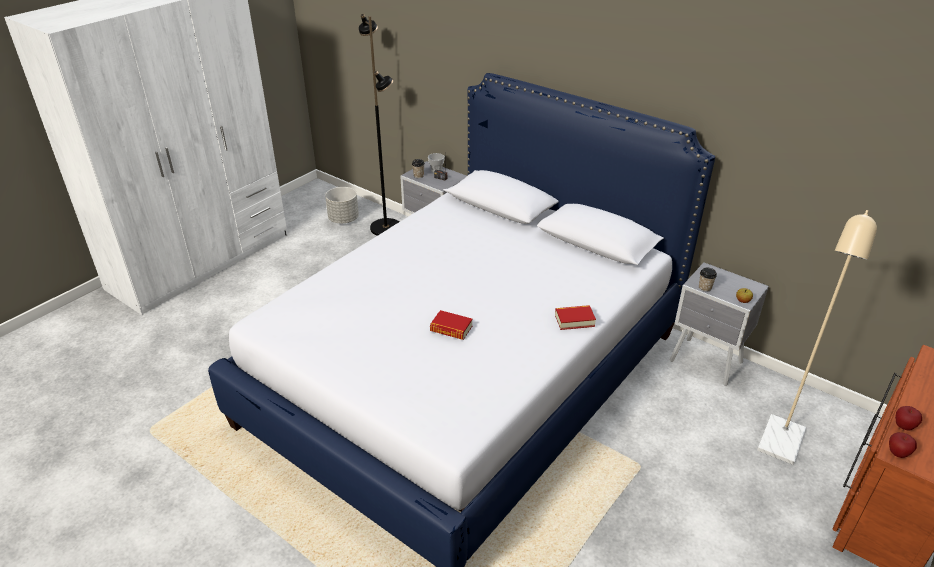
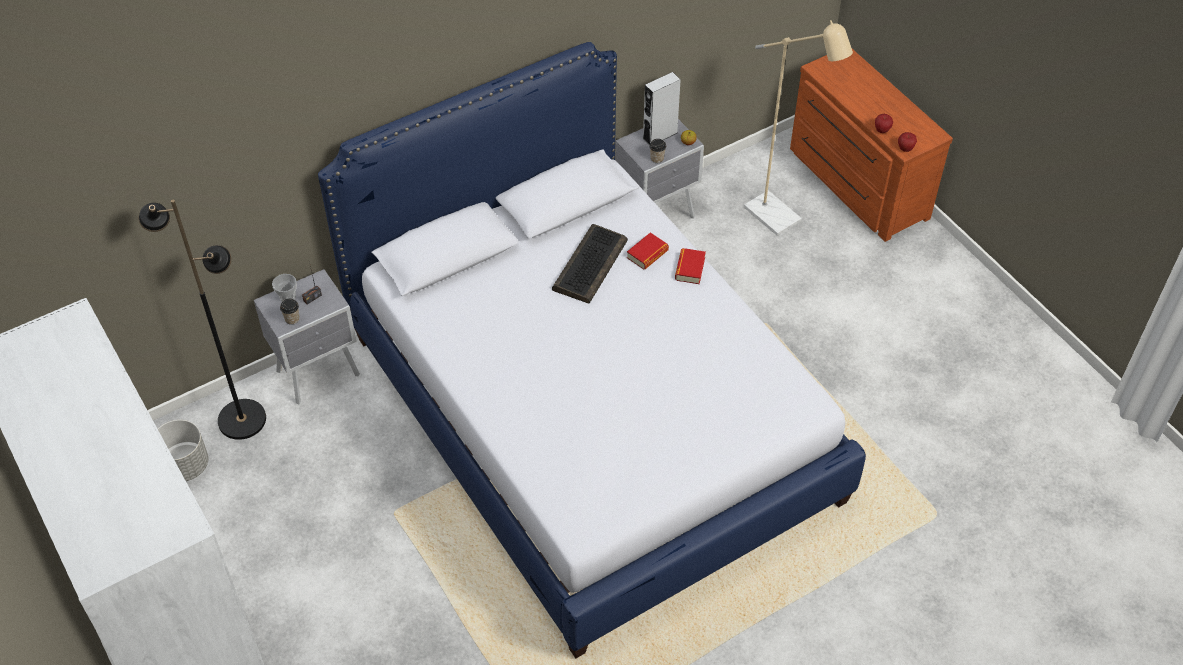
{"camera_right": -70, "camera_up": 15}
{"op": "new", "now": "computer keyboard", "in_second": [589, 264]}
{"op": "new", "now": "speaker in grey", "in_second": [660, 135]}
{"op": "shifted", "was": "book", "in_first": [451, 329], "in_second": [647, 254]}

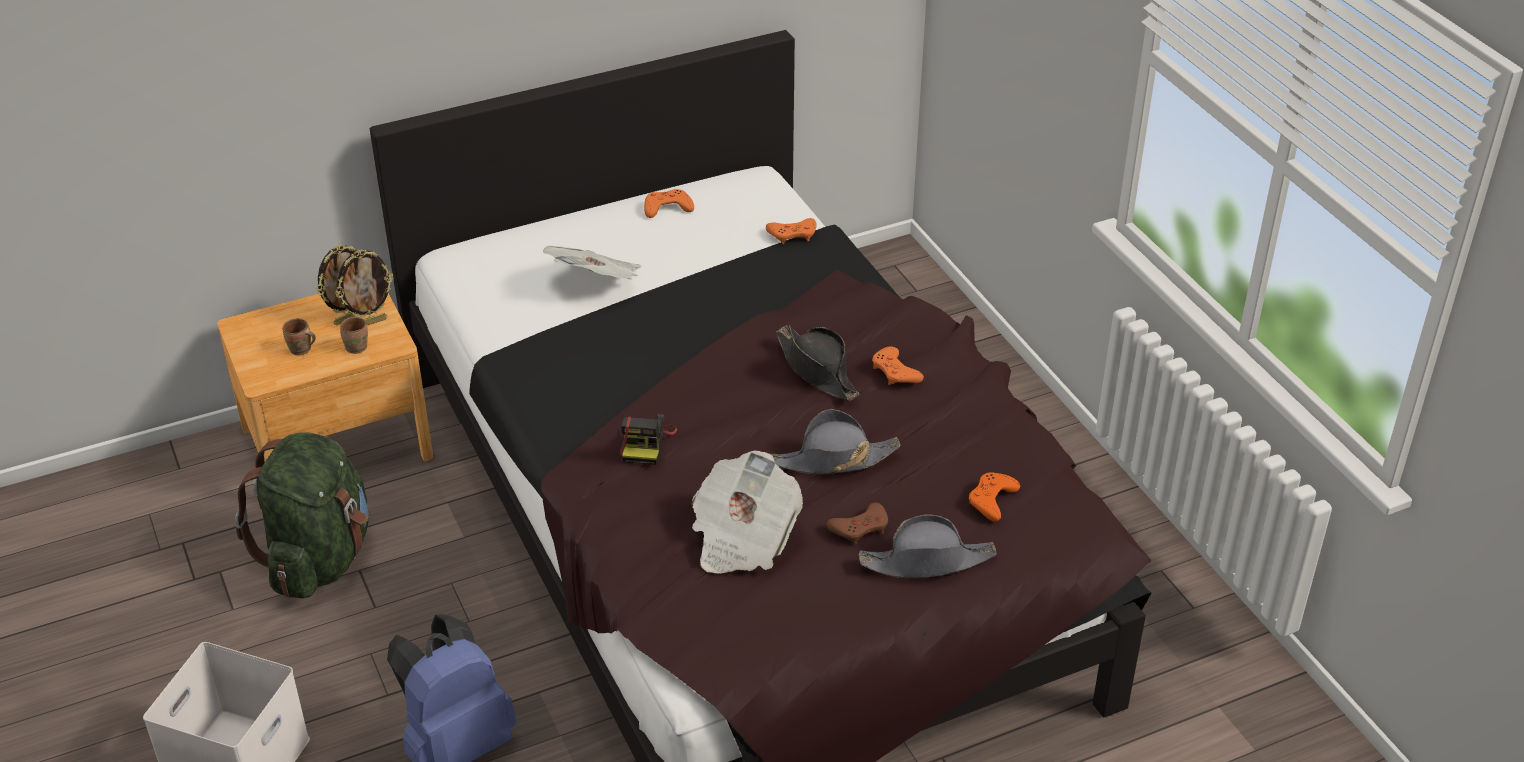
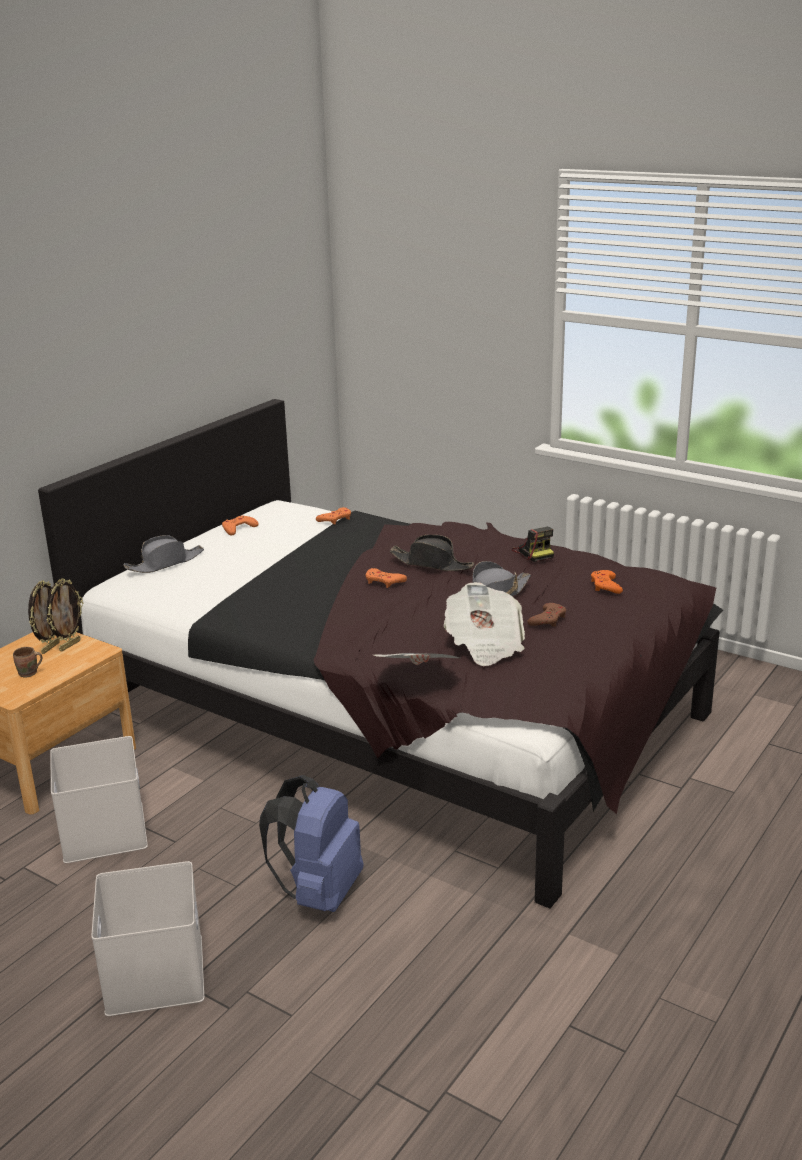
{"camera_right": -30, "camera_up": -15}
{"op": "gone", "was": "coffee mug in brown-coloured", "in_first": [357, 346]}
{"op": "shifted", "was": "newspaper", "in_first": [597, 283], "in_second": [418, 677]}
{"op": "shifted", "was": "photo camera", "in_first": [646, 443], "in_second": [533, 553]}
{"op": "shifted", "was": "hat in grey", "in_first": [927, 561], "in_second": [165, 563]}
{"op": "shifted", "was": "joypad in orange", "in_first": [895, 372], "in_second": [384, 581]}
{"op": "swapped", "was": "rucksack in greenish", "now": "storage box in white", "in_first": [319, 558], "in_second": [102, 830]}

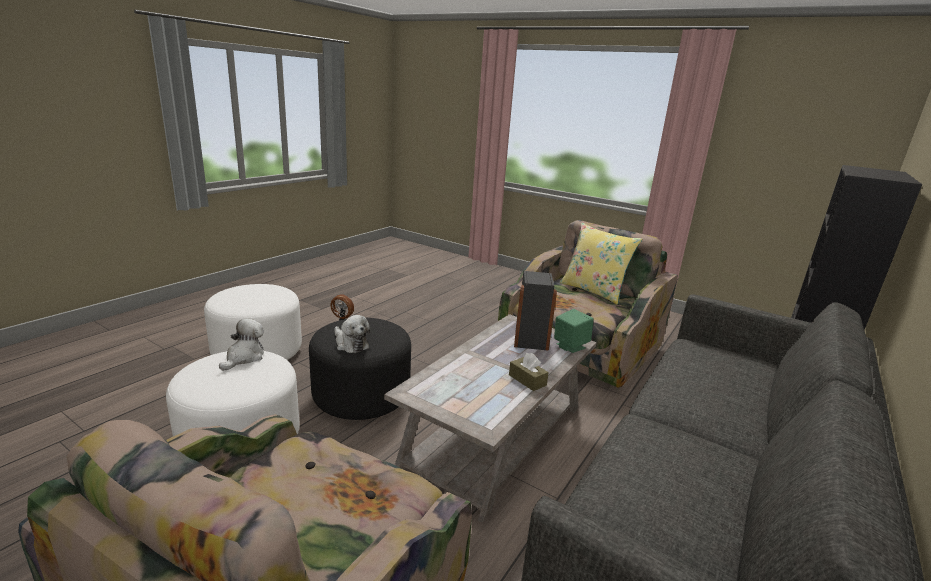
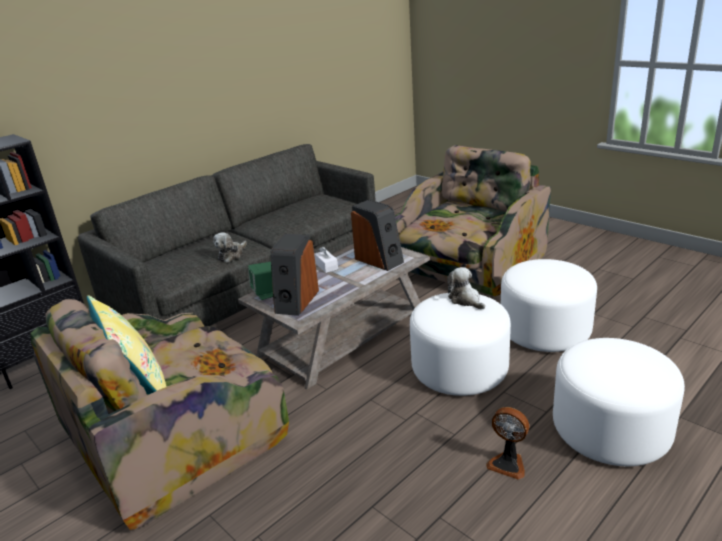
{"camera_right": -165, "camera_up": 5}
{"op": "new", "now": "speaker", "in_second": [379, 260]}
{"op": "shifted", "was": "plush toy", "in_first": [244, 357], "in_second": [231, 255]}
{"op": "repainted", "was": "ottoman in black", "now": "ottoman in white", "in_first": [361, 395], "in_second": [459, 369]}
{"op": "repainted", "was": "tissue holder in brown-coloured", "now": "tissue holder in white", "in_first": [527, 380], "in_second": [326, 266]}

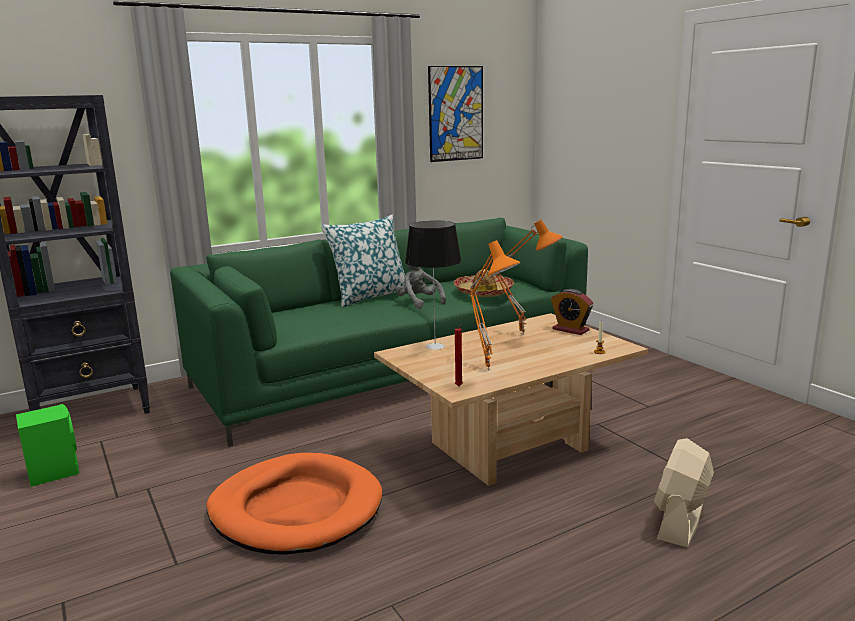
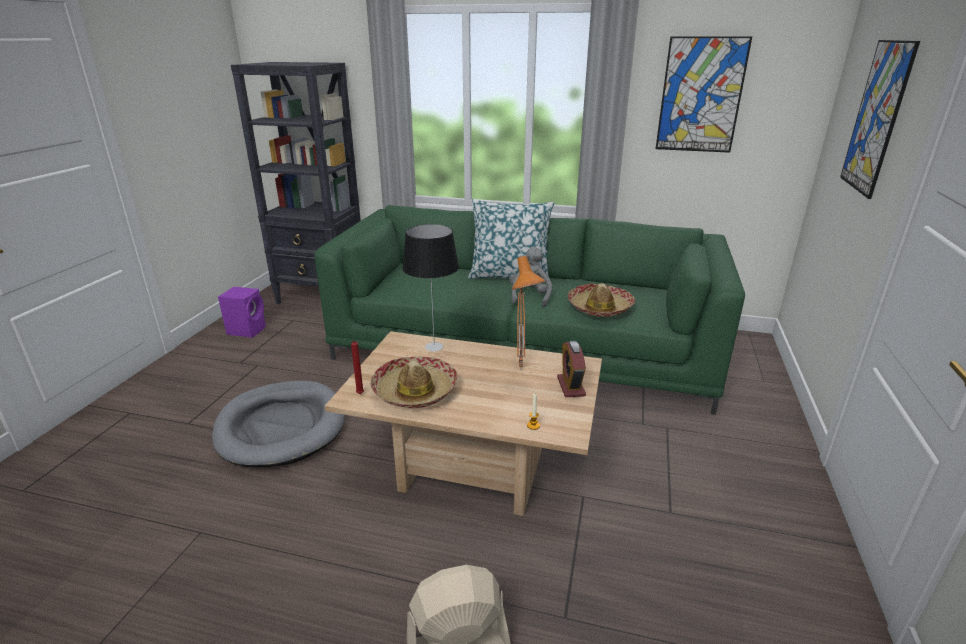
{"camera_right": 45, "camera_up": 10}
{"op": "new", "now": "wall picture", "in_second": [876, 118]}
{"op": "swapped", "was": "tabletop lamp in orange", "now": "hat", "in_first": [490, 369], "in_second": [415, 390]}
{"op": "repainted", "was": "speaker in greenish", "now": "speaker in purple-coloured", "in_first": [53, 471], "in_second": [247, 330]}
{"op": "repainted", "was": "dog bed in orange", "now": "dog bed in grey", "in_first": [296, 509], "in_second": [281, 427]}

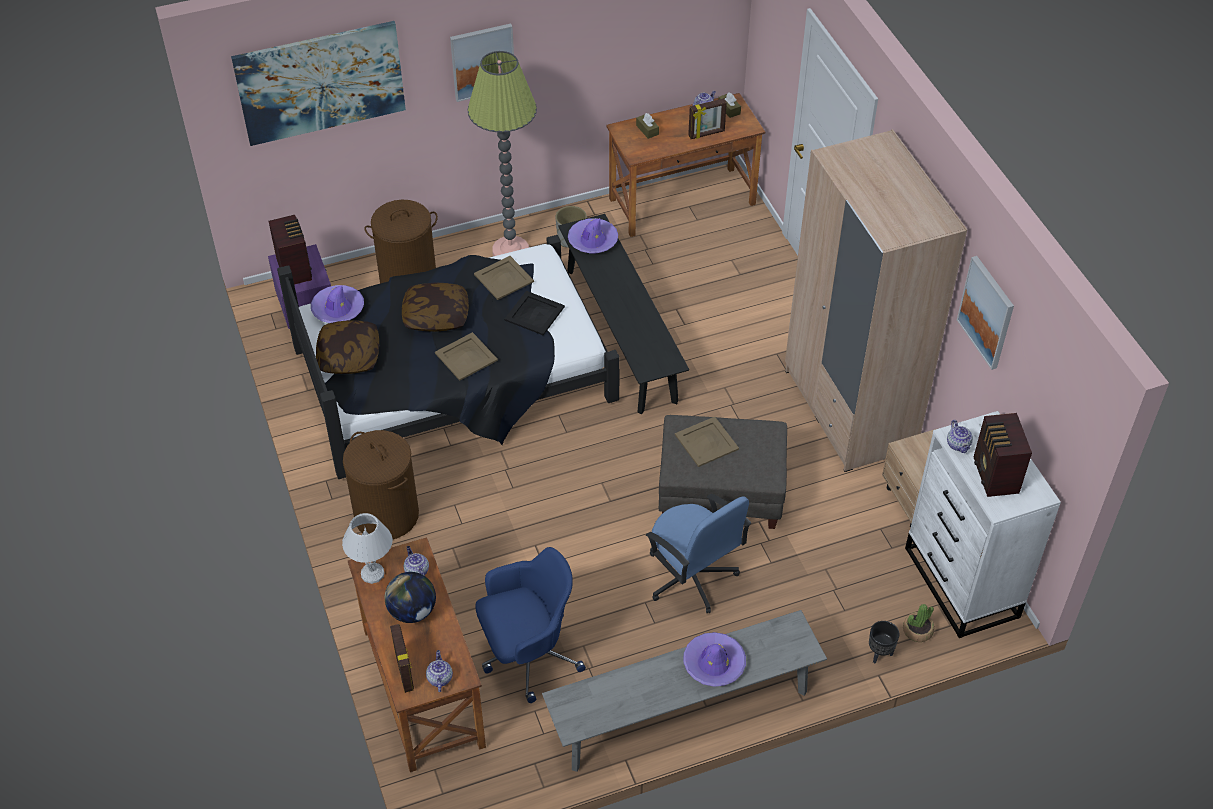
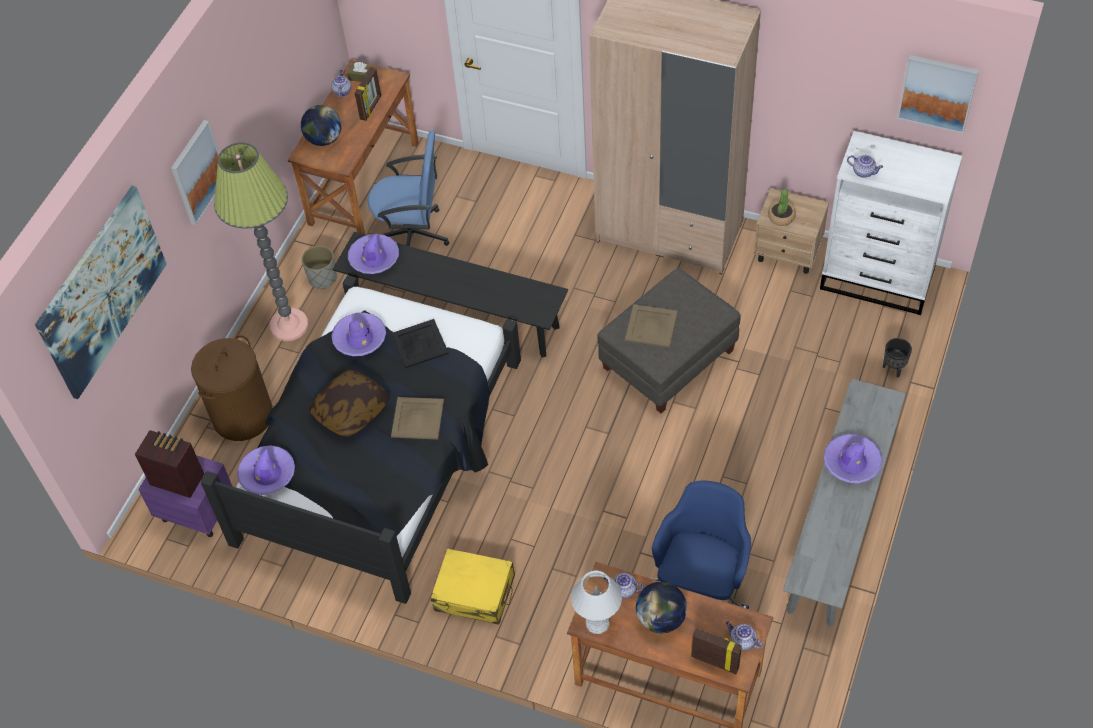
{"camera_right": -45, "camera_up": 5}
{"op": "gone", "was": "cushion", "in_first": [349, 356]}
{"op": "gone", "was": "radio receiver", "in_first": [995, 476]}
{"op": "shifted", "was": "computer chair in blue-coloured", "in_first": [691, 577], "in_second": [412, 235]}
{"op": "shifted", "was": "plant in a pot", "in_first": [917, 630], "in_second": [781, 217]}
{"op": "shifted", "was": "wall picture", "in_first": [987, 312], "in_second": [937, 92]}
{"op": "swapped", "was": "laundry basket in brown-coloured", "now": "piece of luggage in yellow-coloured", "in_first": [387, 515], "in_second": [474, 593]}
{"op": "swapped", "was": "serving tray in beige", "now": "hat in purple-coloured", "in_first": [504, 278], "in_second": [359, 338]}
{"op": "swapped", "was": "tissue holder in brown-coloured", "now": "globe", "in_first": [647, 130], "in_second": [324, 139]}

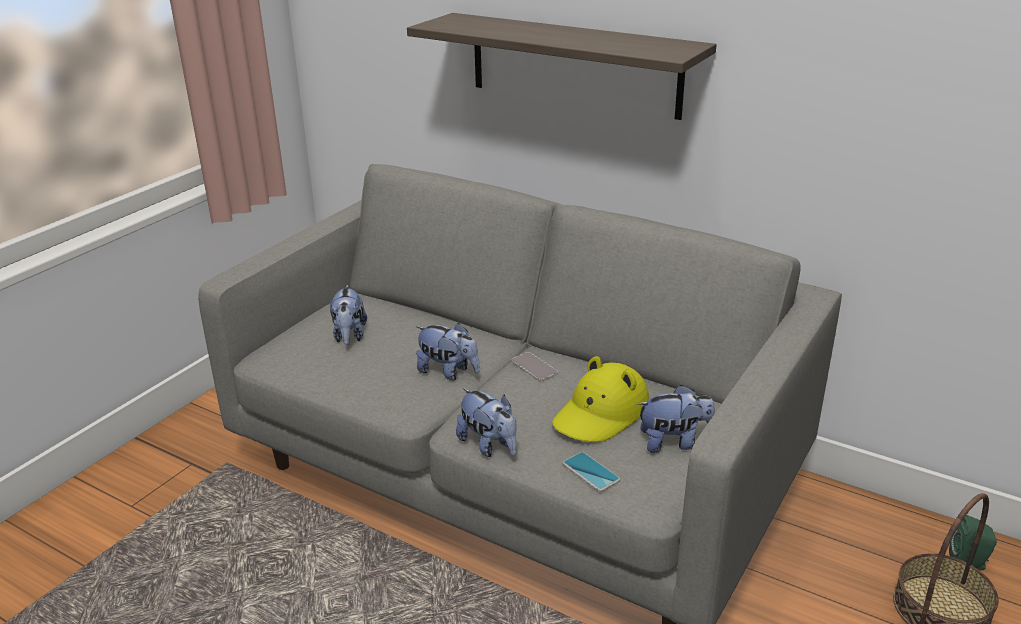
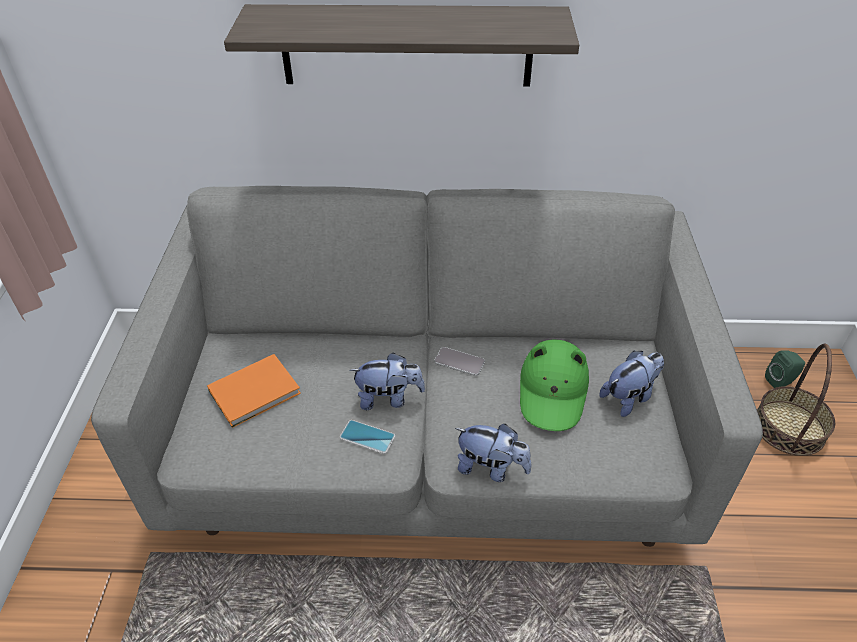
{"camera_right": -30, "camera_up": 15}
{"op": "shifted", "was": "handset", "in_first": [591, 472], "in_second": [367, 437]}
{"op": "swapped", "was": "plush toy", "now": "book in orange", "in_first": [349, 336], "in_second": [257, 392]}
{"op": "repainted", "was": "hat in yellow-coloured", "now": "hat in greenish", "in_first": [601, 414], "in_second": [553, 391]}

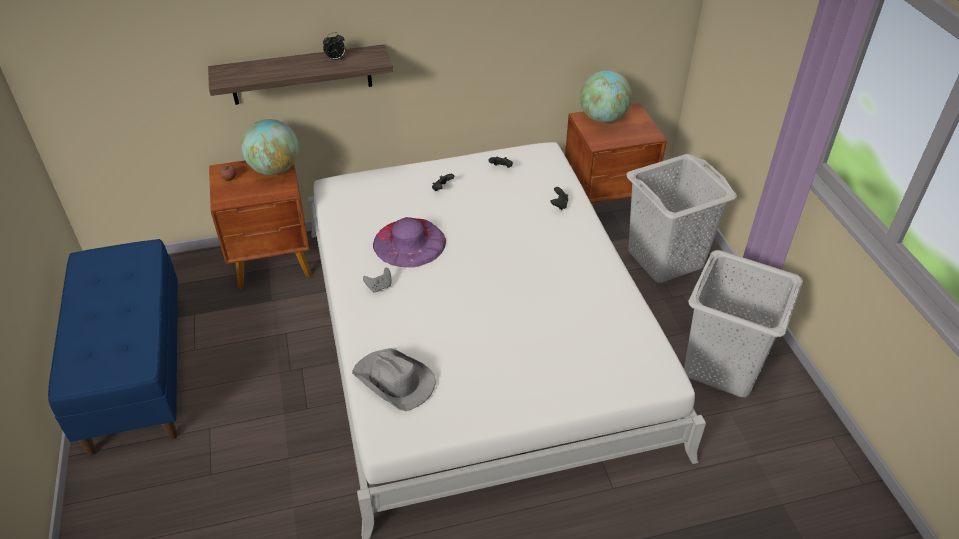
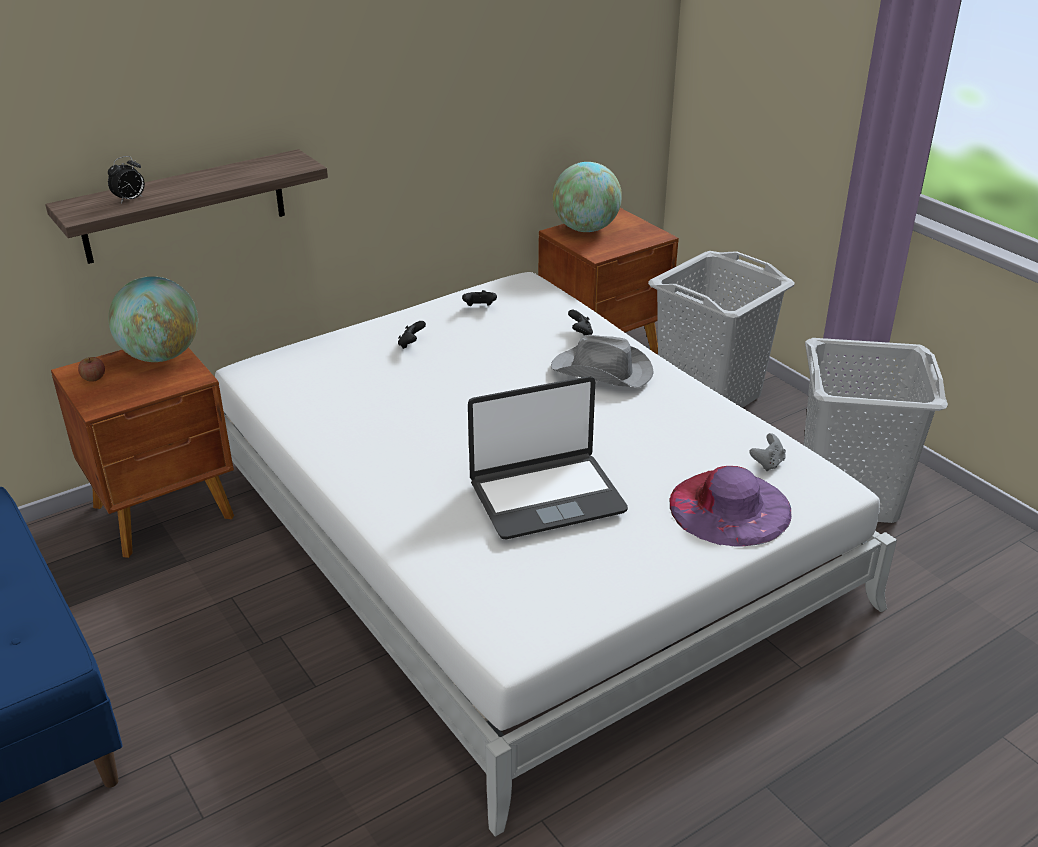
{"camera_right": -20, "camera_up": -10}
{"op": "new", "now": "notebook computer", "in_second": [546, 496]}
{"op": "shifted", "was": "table clock", "in_first": [336, 59], "in_second": [130, 200]}
{"op": "shifted", "was": "hat in grey", "in_first": [394, 381], "in_second": [603, 371]}
{"op": "shifted", "was": "joypad in grey", "in_first": [379, 287], "in_second": [767, 463]}
{"op": "shifted", "was": "hat in purple-coloured", "in_first": [409, 242], "in_second": [729, 507]}

